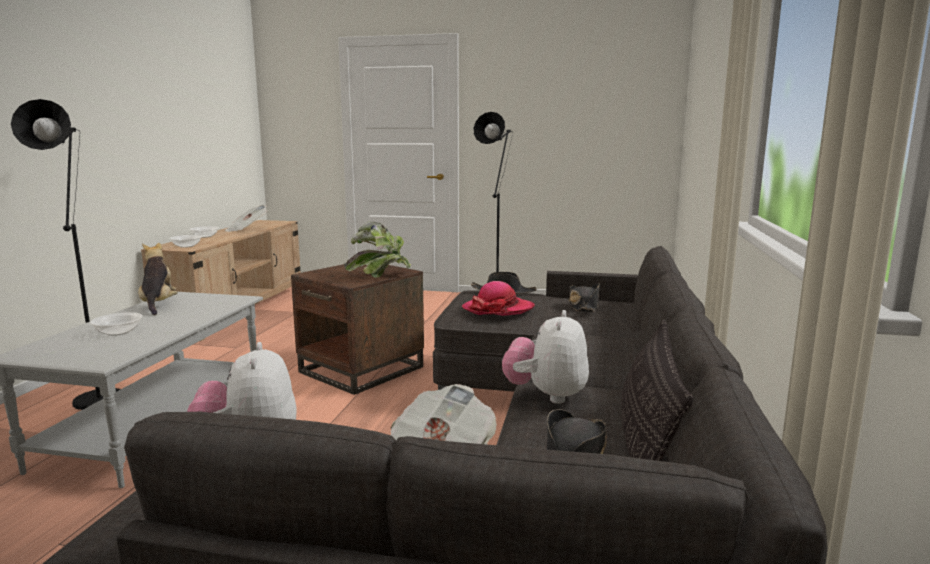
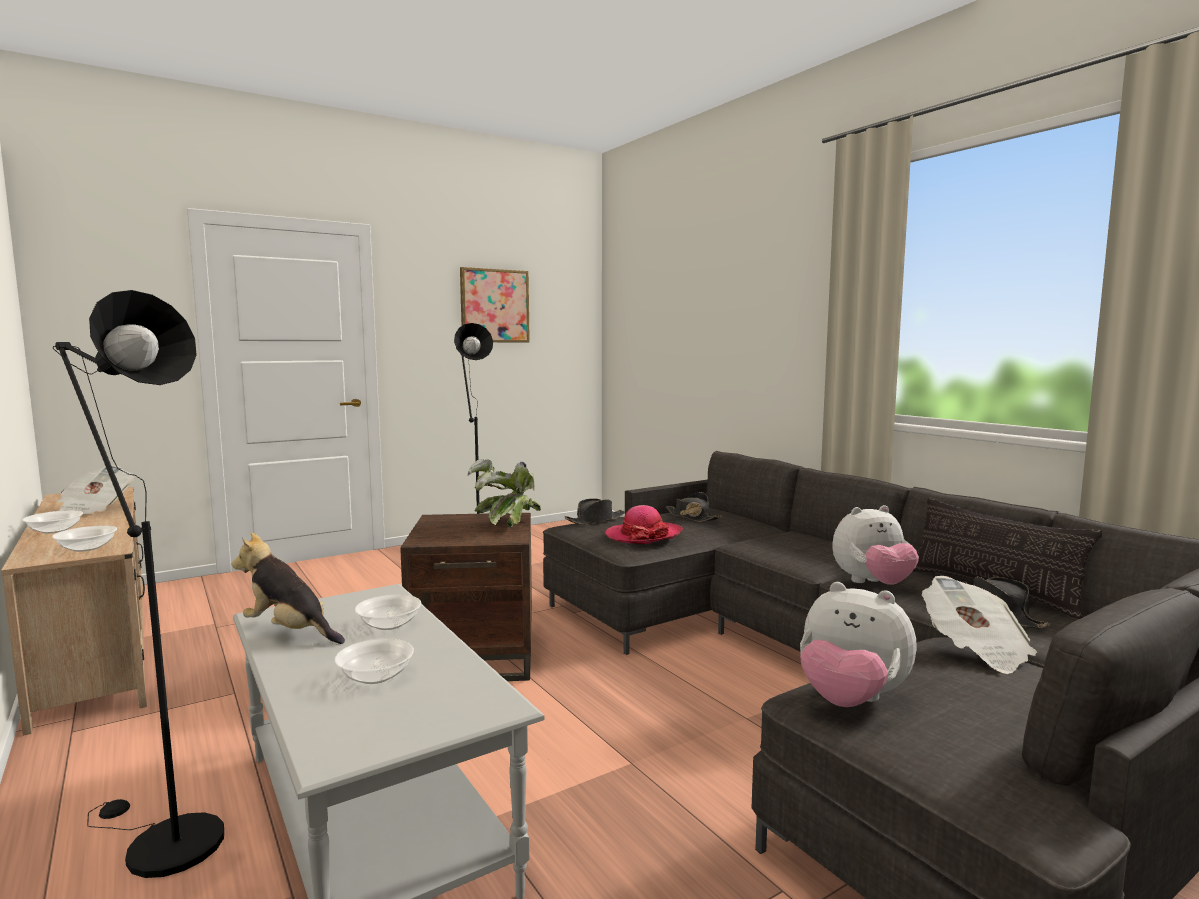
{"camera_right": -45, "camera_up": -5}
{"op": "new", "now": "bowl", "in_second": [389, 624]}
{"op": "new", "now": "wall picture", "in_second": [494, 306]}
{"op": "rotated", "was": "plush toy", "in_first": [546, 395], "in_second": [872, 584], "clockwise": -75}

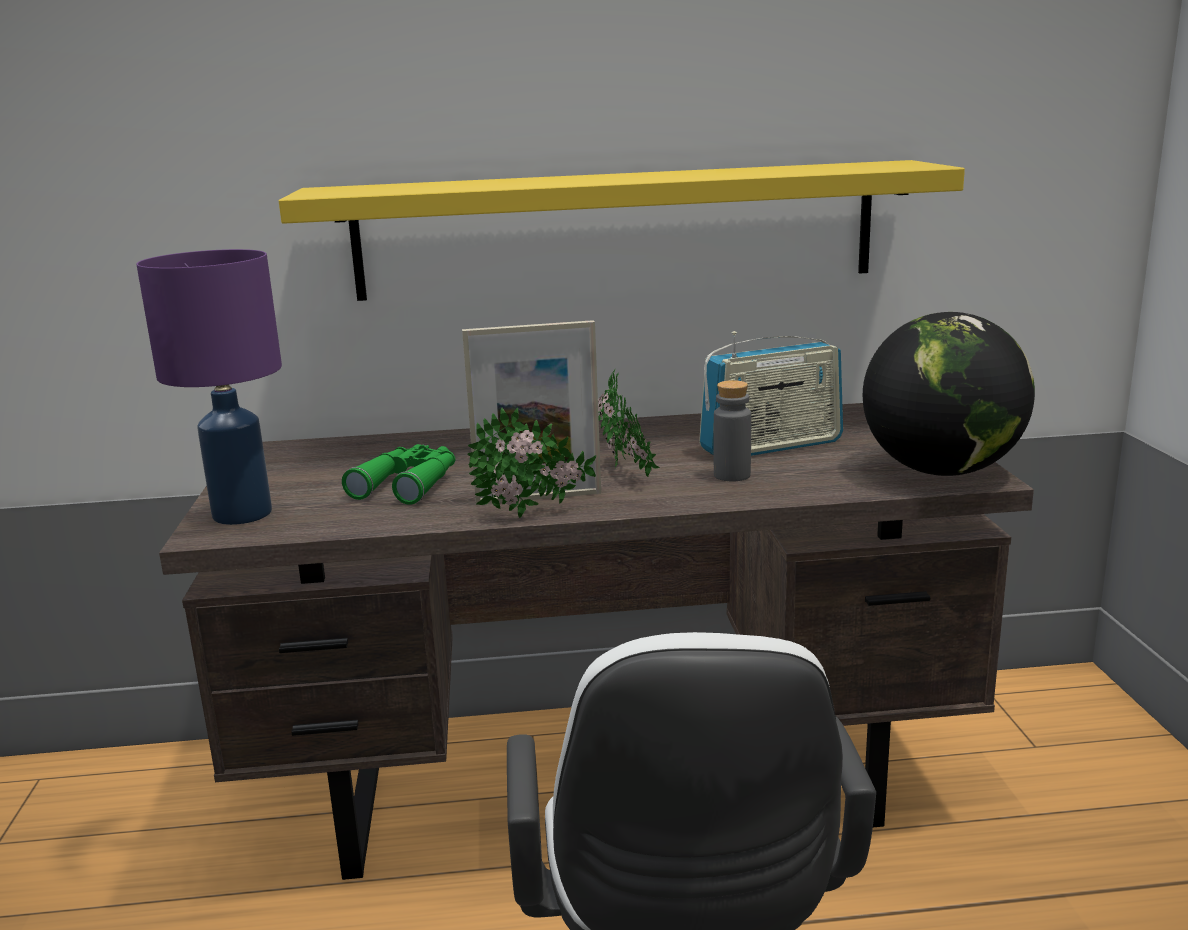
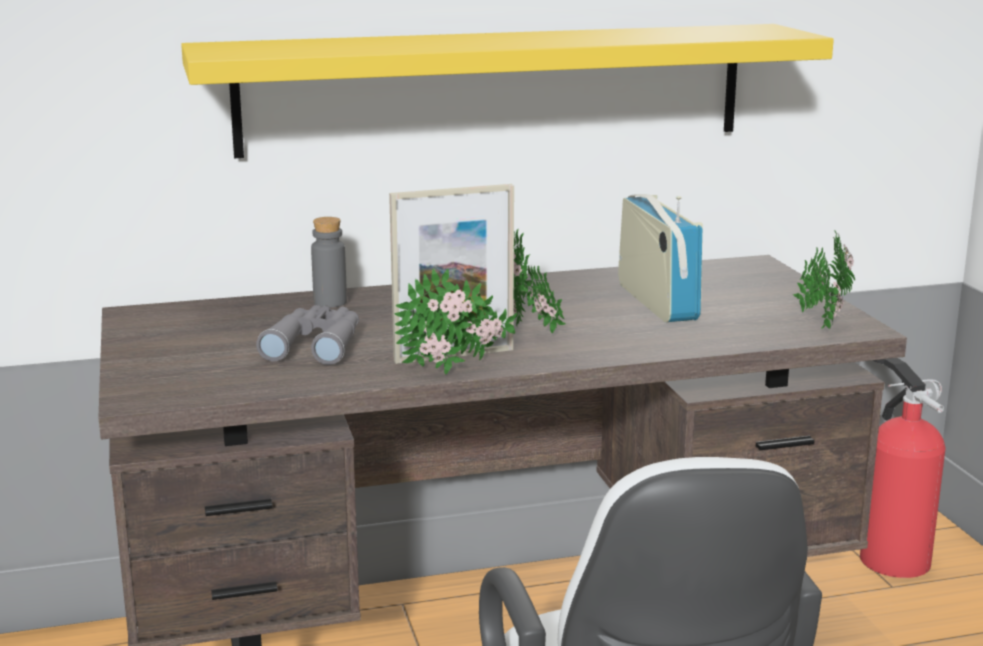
{"camera_right": -10, "camera_up": 0}
{"op": "gone", "was": "tabletop lamp in purple-coloured", "in_first": [244, 514]}
{"op": "new", "now": "extinguisher", "in_second": [890, 556]}
{"op": "shifted", "was": "drink bottle in grey", "in_first": [732, 475], "in_second": [330, 302]}
{"op": "swapped", "was": "globe", "now": "plant in a pot", "in_first": [940, 471], "in_second": [820, 322]}
{"op": "repainted", "was": "binoculars in greenish", "now": "binoculars in grey", "in_first": [408, 484], "in_second": [316, 345]}
{"op": "rotated", "was": "radio receiver", "in_first": [771, 446], "in_second": [657, 302], "clockwise": -75}

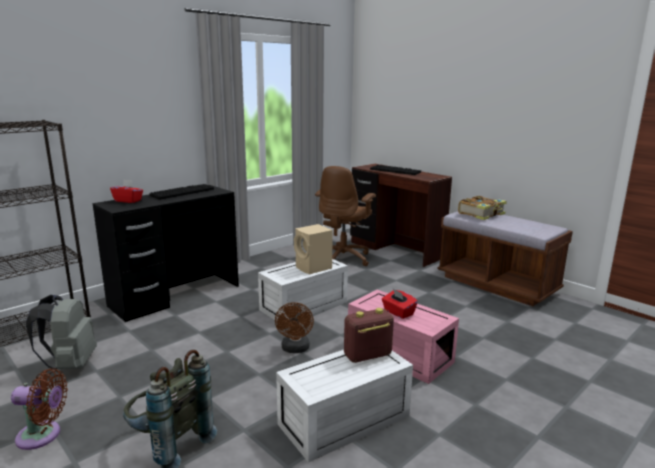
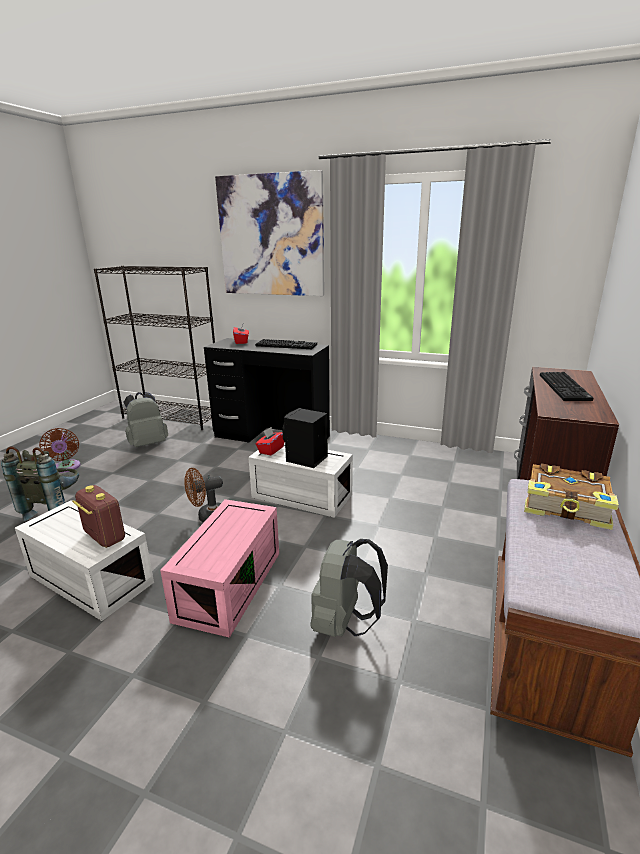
{"camera_right": 65, "camera_up": 5}
{"op": "gone", "was": "computer chair in brown-coloured", "in_first": [343, 258]}
{"op": "new", "now": "wall picture", "in_second": [271, 236]}
{"op": "new", "now": "rucksack in grey", "in_second": [344, 623]}
{"op": "shifted", "was": "tissue holder in red", "in_first": [398, 312], "in_second": [271, 450]}
{"op": "repainted", "was": "speaker in beige", "now": "speaker in black", "in_first": [314, 268], "in_second": [305, 459]}

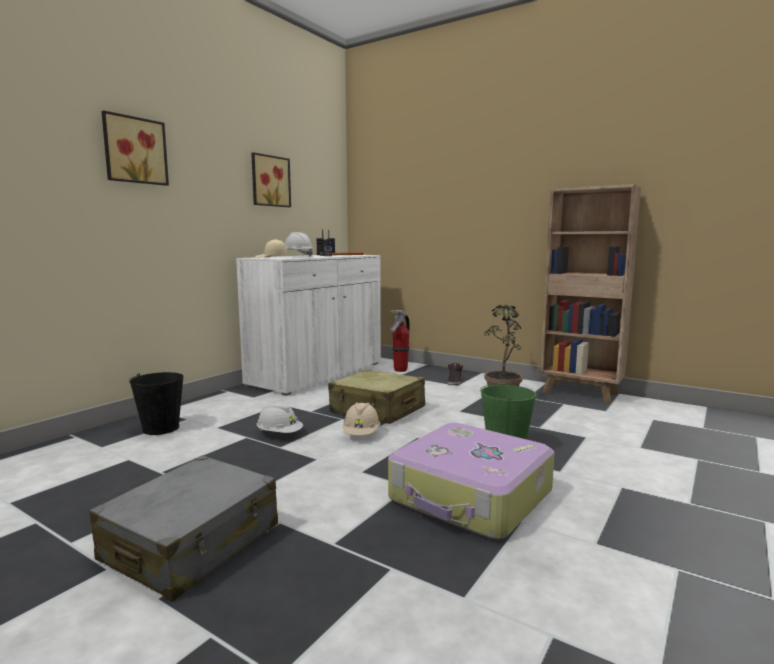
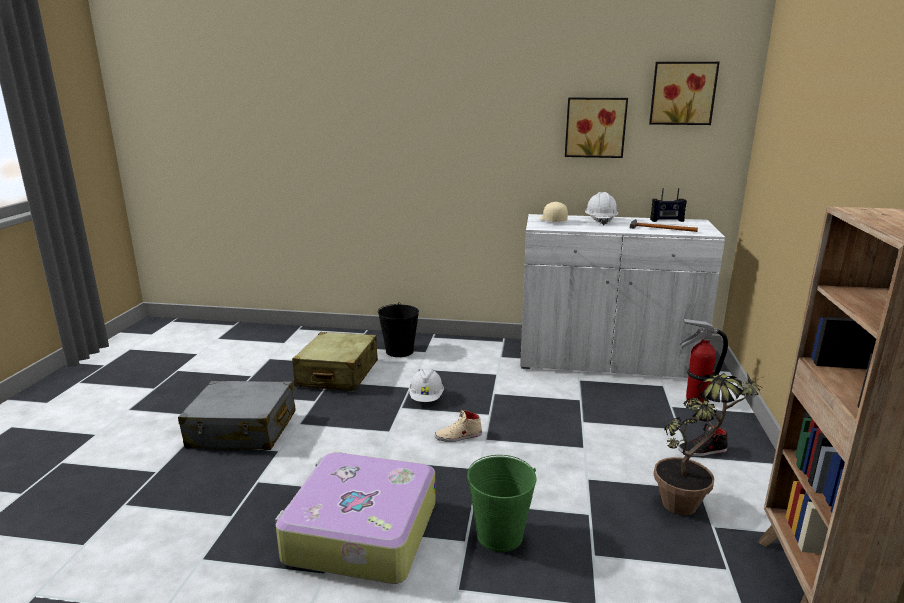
{"camera_right": 65, "camera_up": 10}
{"op": "shifted", "was": "wall picture", "in_first": [134, 150], "in_second": [682, 93]}
{"op": "shifted", "was": "piece of luggage in beige", "in_first": [377, 410], "in_second": [337, 374]}
{"op": "swapped", "was": "hard hat in beige", "now": "item of footwear in beige", "in_first": [361, 434], "in_second": [458, 436]}

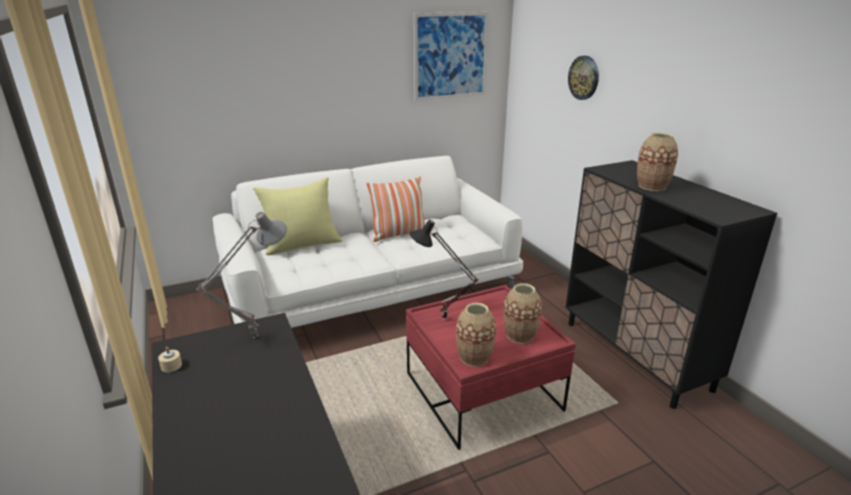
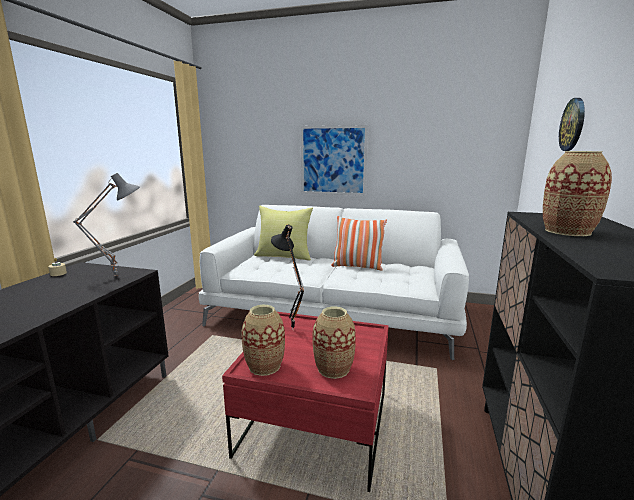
{"camera_right": 40, "camera_up": -10}
{"op": "shifted", "was": "wall picture", "in_first": [451, 56], "in_second": [333, 160]}

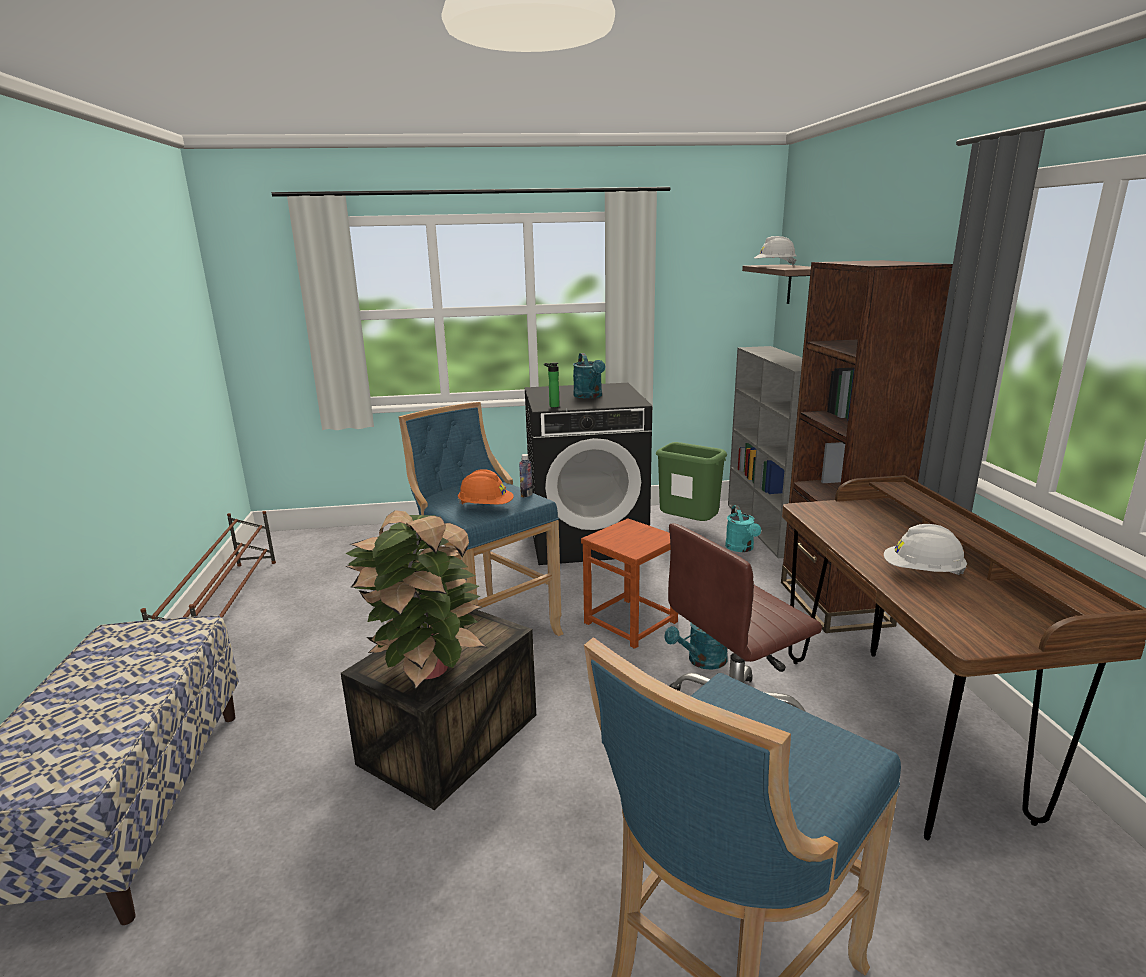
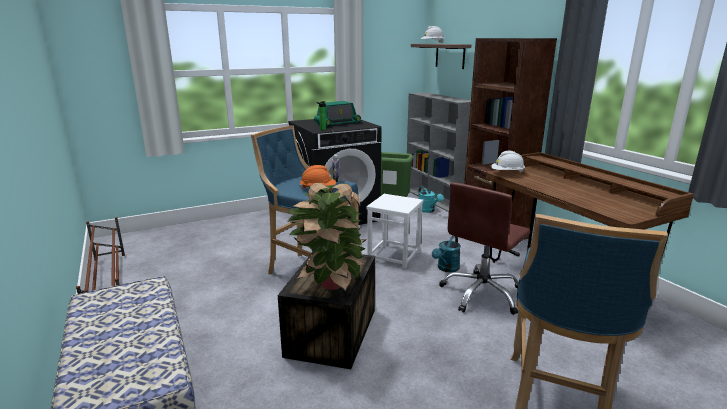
{"camera_right": -20, "camera_up": 0}
{"op": "shifted", "was": "hard hat in white", "in_first": [922, 573], "in_second": [507, 173]}
{"op": "swapped", "was": "watering pot in turquoise-coloured", "now": "radio receiver", "in_first": [589, 396], "in_second": [337, 123]}
{"op": "repainted", "was": "stool seat in brown-coloured", "now": "stool seat in white", "in_first": [631, 622], "in_second": [394, 255]}

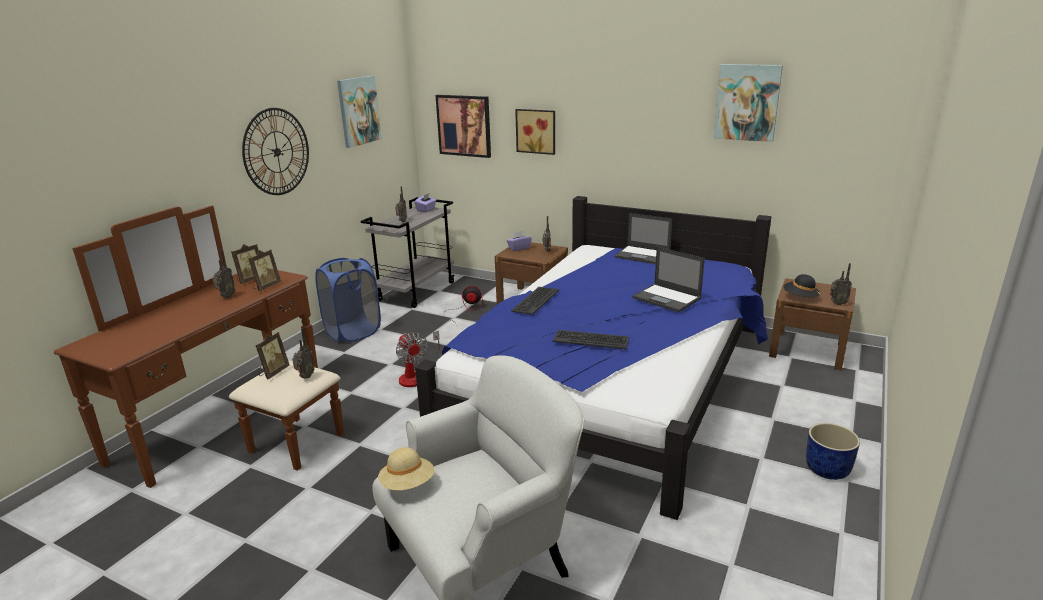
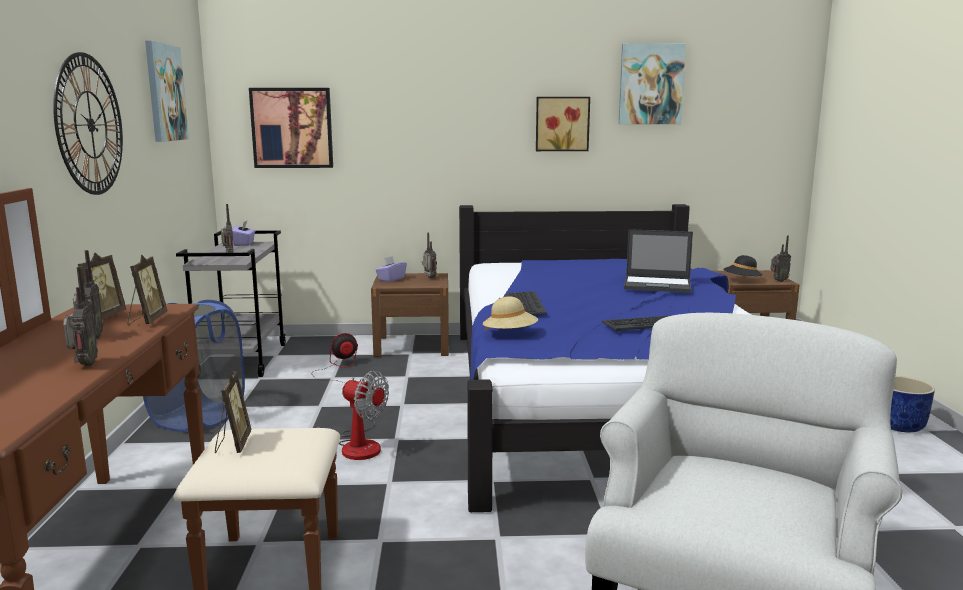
{"camera_right": -30, "camera_up": -10}
{"op": "gone", "was": "notebook computer", "in_first": [643, 255]}
{"op": "shifted", "was": "radio receiver", "in_first": [305, 377], "in_second": [83, 365]}
{"op": "shifted", "was": "hat in beige", "in_first": [407, 484], "in_second": [510, 335]}
{"op": "shifted", "was": "wall picture", "in_first": [536, 131], "in_second": [562, 124]}

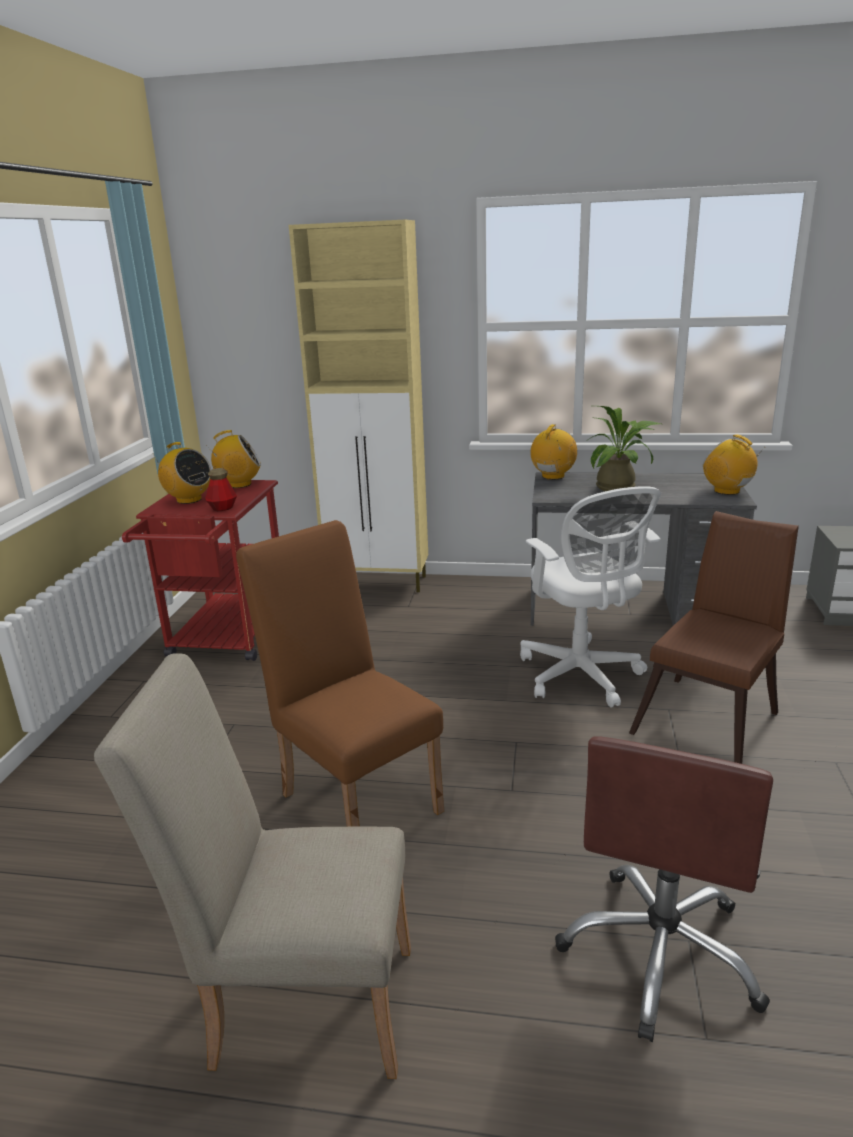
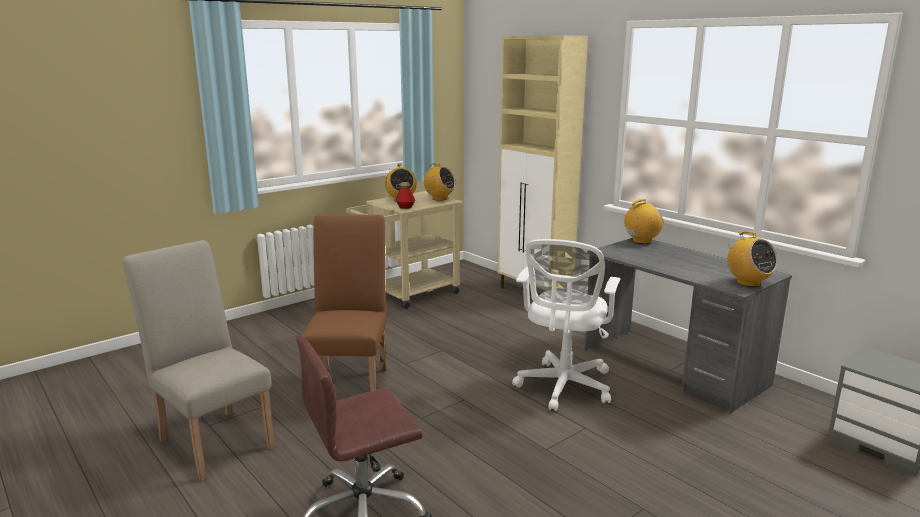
{"camera_right": 40, "camera_up": -5}
{"op": "gone", "was": "plant in a pot", "in_first": [620, 487]}
{"op": "gone", "was": "plain chair in brown-coloured", "in_first": [711, 718]}
{"op": "repainted", "was": "wheeled cart in red", "now": "wheeled cart in beige", "in_first": [225, 640], "in_second": [408, 294]}
{"op": "rotated", "was": "radio receiver", "in_first": [727, 491], "in_second": [748, 283], "clockwise": 150}

